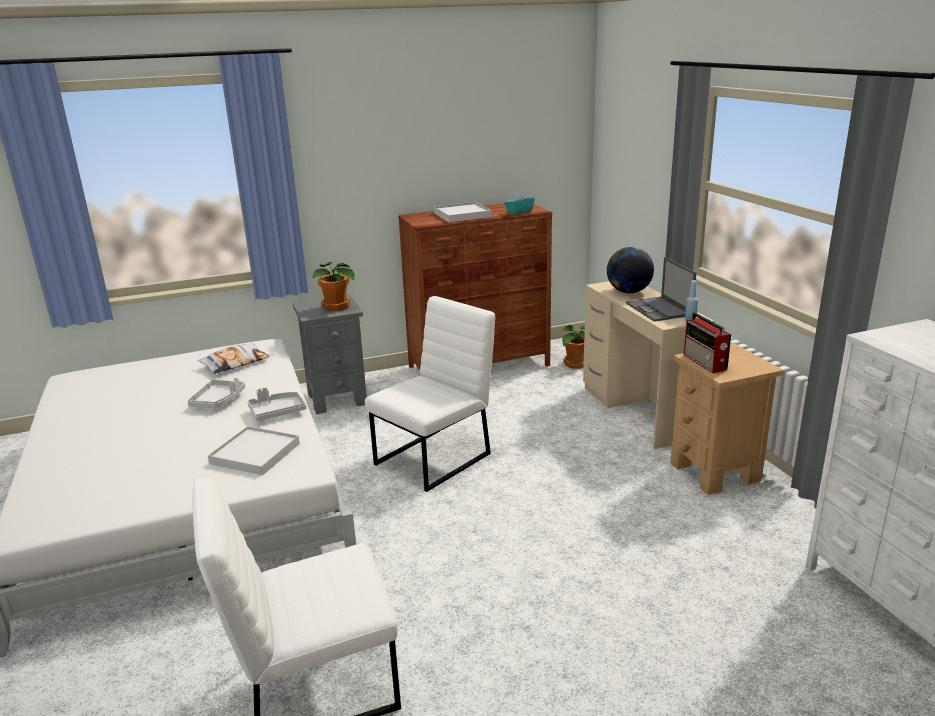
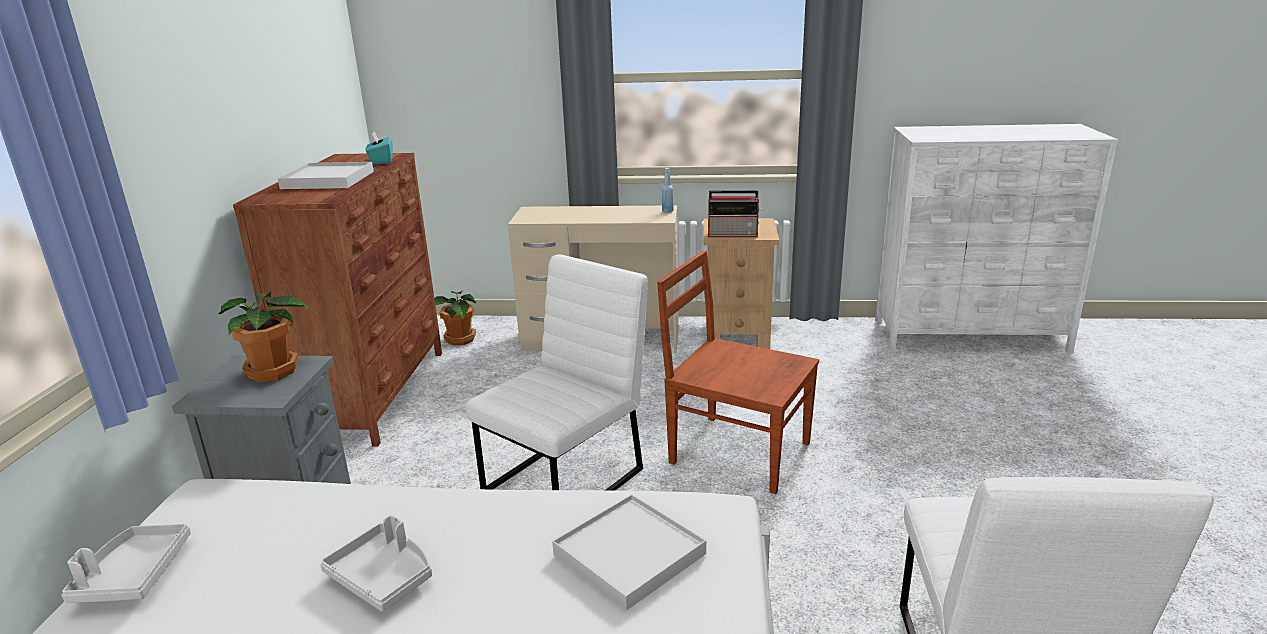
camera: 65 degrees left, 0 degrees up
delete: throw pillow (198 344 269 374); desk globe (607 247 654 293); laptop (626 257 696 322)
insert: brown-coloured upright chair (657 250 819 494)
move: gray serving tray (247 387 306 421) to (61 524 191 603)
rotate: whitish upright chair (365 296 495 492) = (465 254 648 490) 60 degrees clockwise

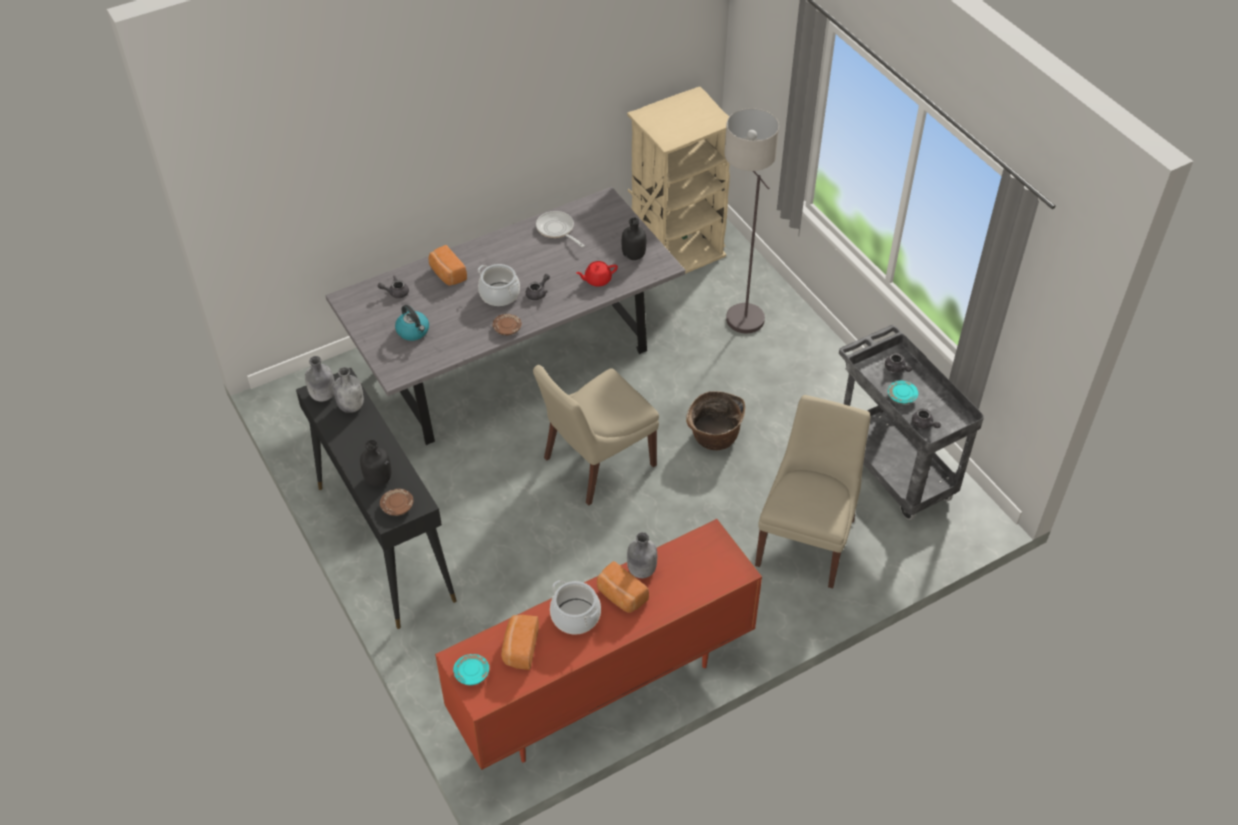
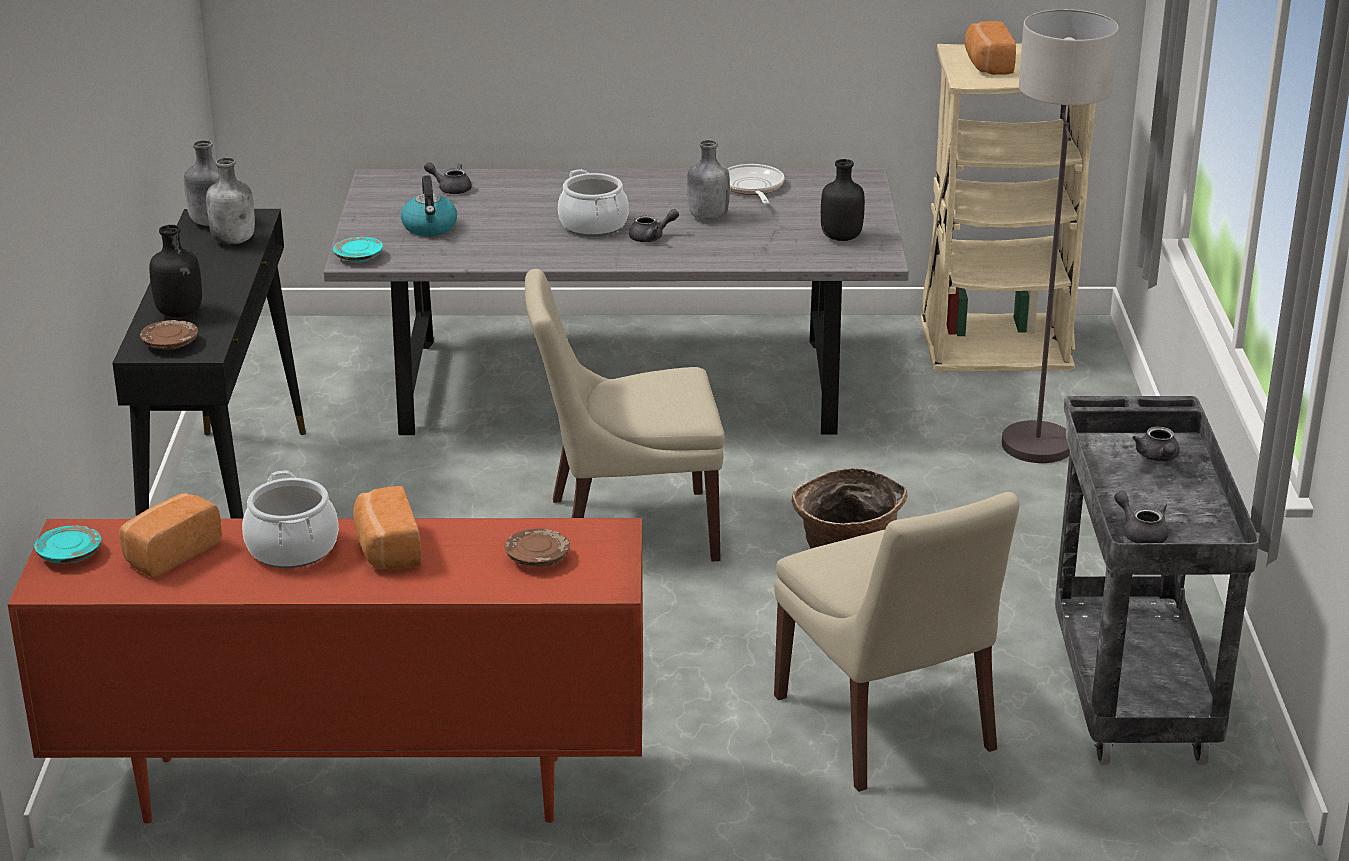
camera: 30 degrees right, 20 degrees down
delete: reddish teapot (576 261 618 287)
move: bread (428 245 467 286) to (965 21 1016 75); brown-coloured flat dish (493 314 522 335) to (504 528 570 567); gray bottle (627 532 657 578) to (687 140 730 220); turquoise flat dish (888 381 918 404) to (333 237 383 262)
rotate: beige-coloured upright chair (755 395 870 588) = (774 492 1020 792) 105 degrees clockwise; gray teapot (912 409 941 429) = (1114 491 1168 543) 150 degrees clockwise

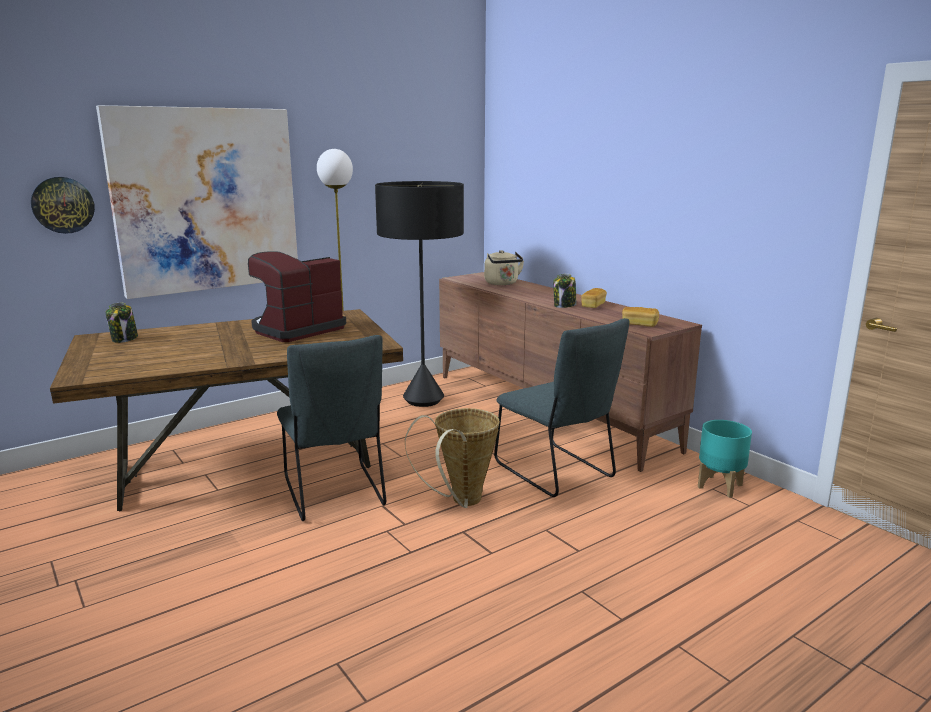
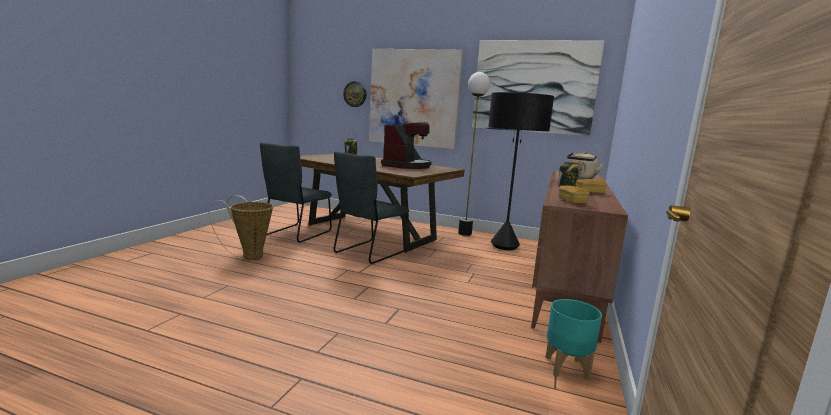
camera: 55 degrees right, 5 degrees down
insert: wall picture (472 40 604 136)
move: household basket (405 408 500 508) to (209 195 273 260); gray upright chair (494 318 629 497) to (260 143 332 243)
rotate: coffee brewer (248 252 346 342) = (381 122 432 169) 105 degrees clockwise

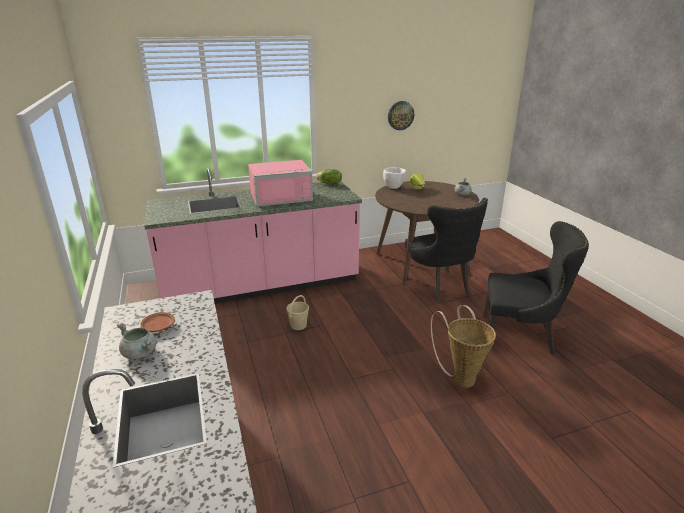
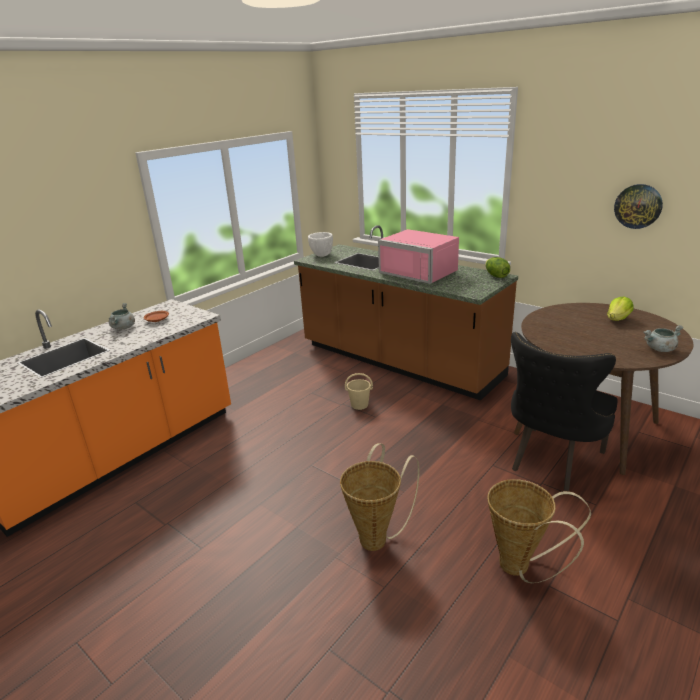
camera: 60 degrees right, 0 degrees up
move: whitish serving bowl (383 167 406 189) to (308 232 333 257)
replace: blackish upright chair (483 221 589 355) to household basket (487 479 591 583)
recolor: pink-coloured kitchen counter (144 168 362 304) to brown-coloured kitchen counter (294 225 518 401)

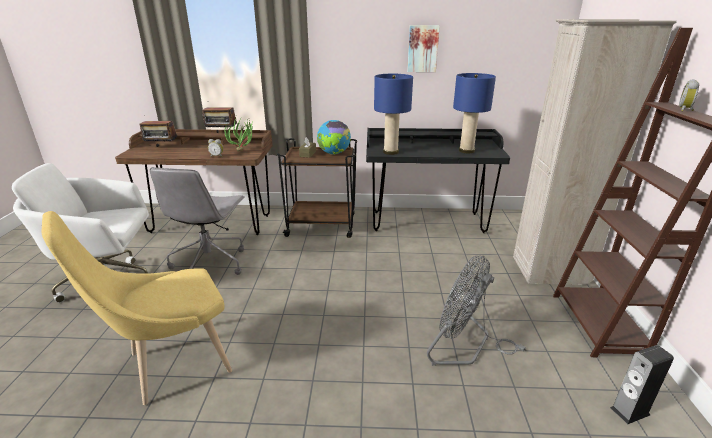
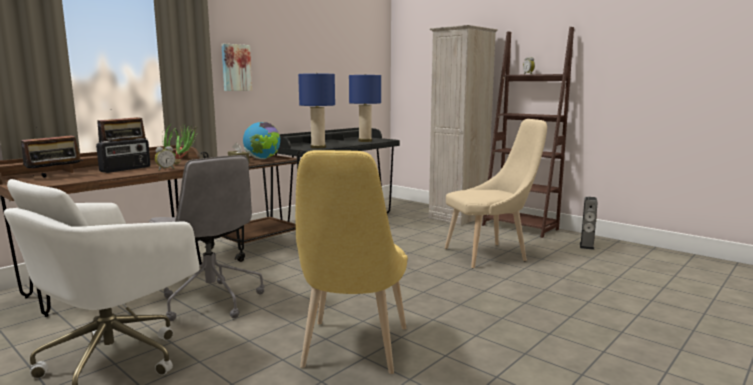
camera: 50 degrees left, 15 degrees down
insert: radio receiver (96 138 150 173)
move: wall picture (407 25 440 72) to (221 44 252 91)
replace: gray fan (427 255 527 366) to beige-coloured upright chair (445 119 547 268)

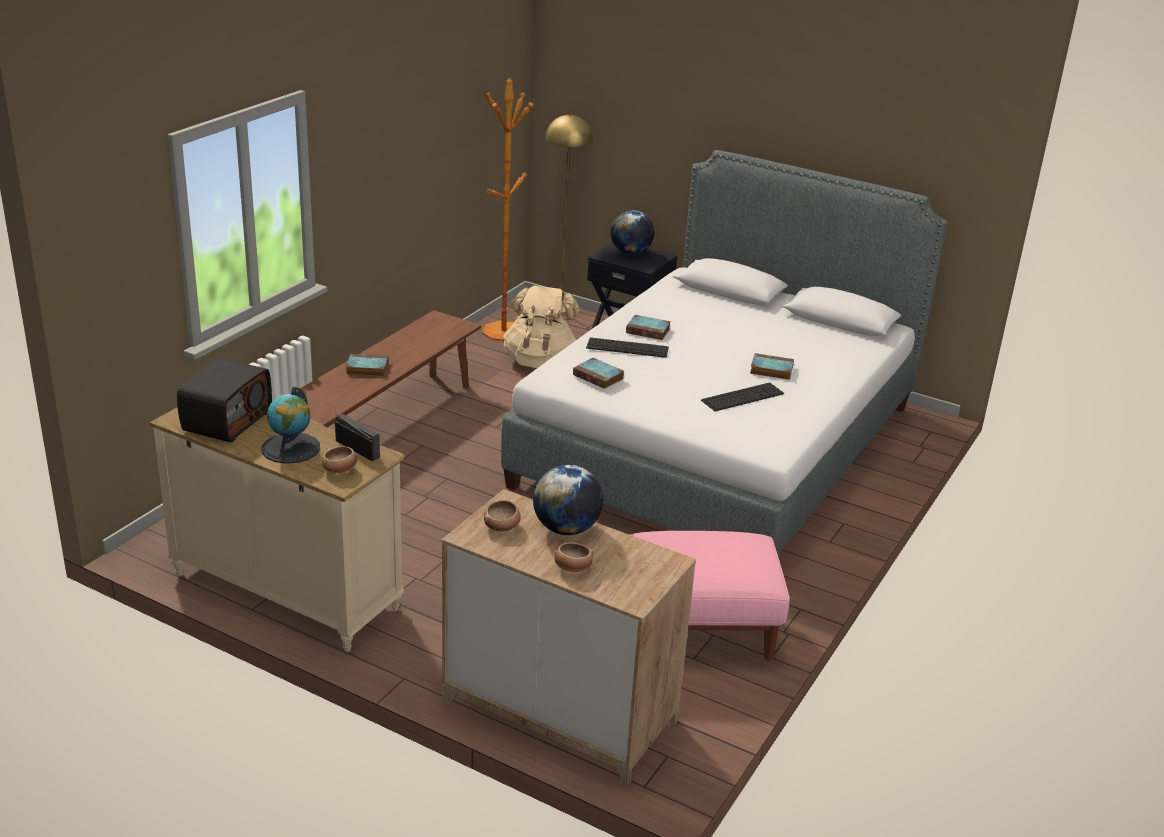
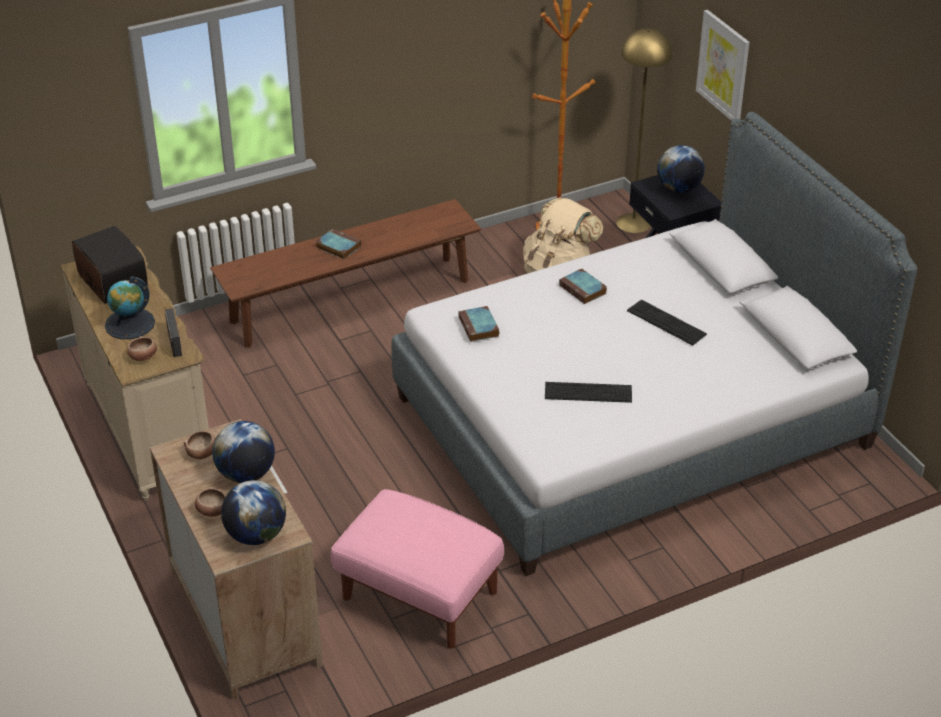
camera: 35 degrees right, 10 degrees up
delete: book (750 353 794 380)
insert: desk globe (221 480 286 545); wall picture (696 10 750 121)
move: PC keyboard (586 337 669 358) to (627 300 707 345)
rotate: radio receiver (177 358 272 442) = (72 226 148 304) 90 degrees counterclockwise

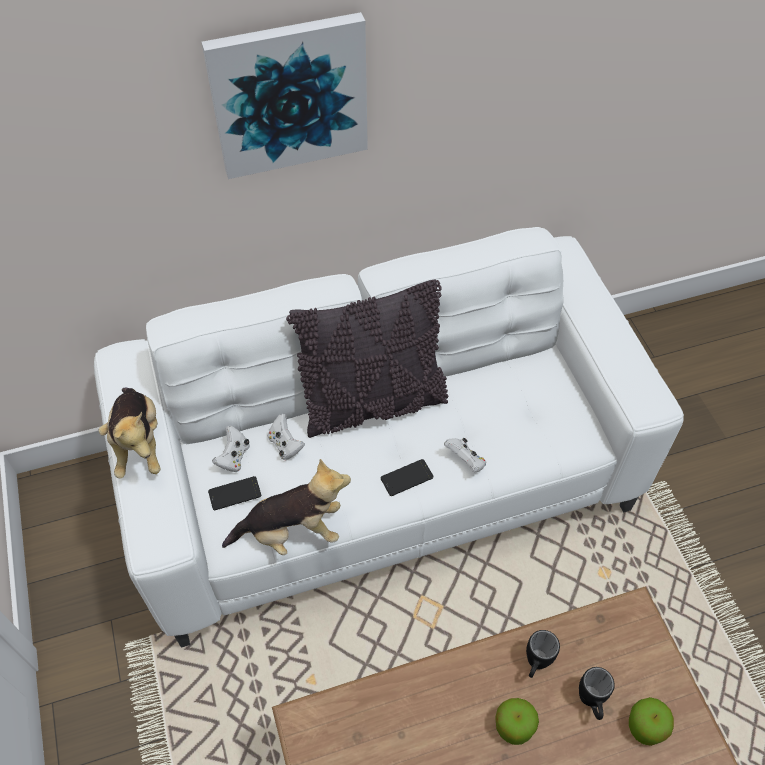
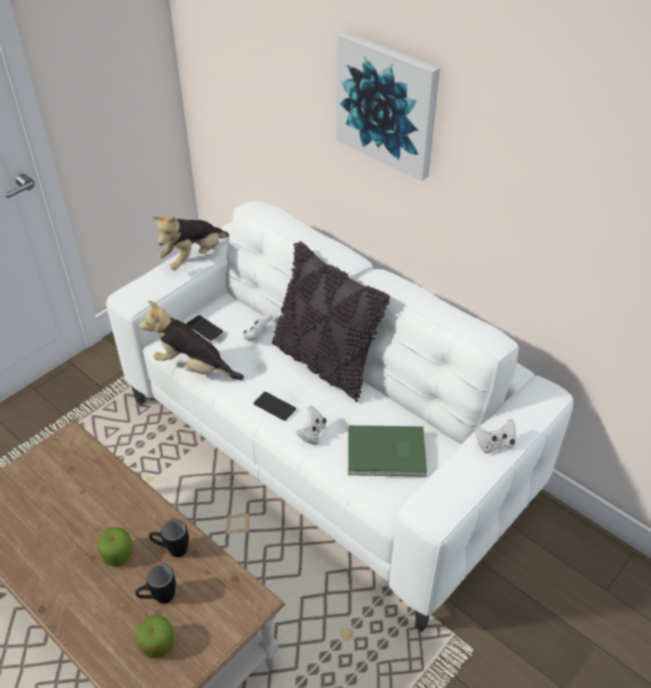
camera: 60 degrees right, 10 degrees down
insert: green-coloured book (348 425 427 476)
move: whitish gamepad (212 426 250 472) to (475 419 516 454)
rotate: soft toy (222 459 351 555) = (139 301 244 380) 150 degrees clockwise

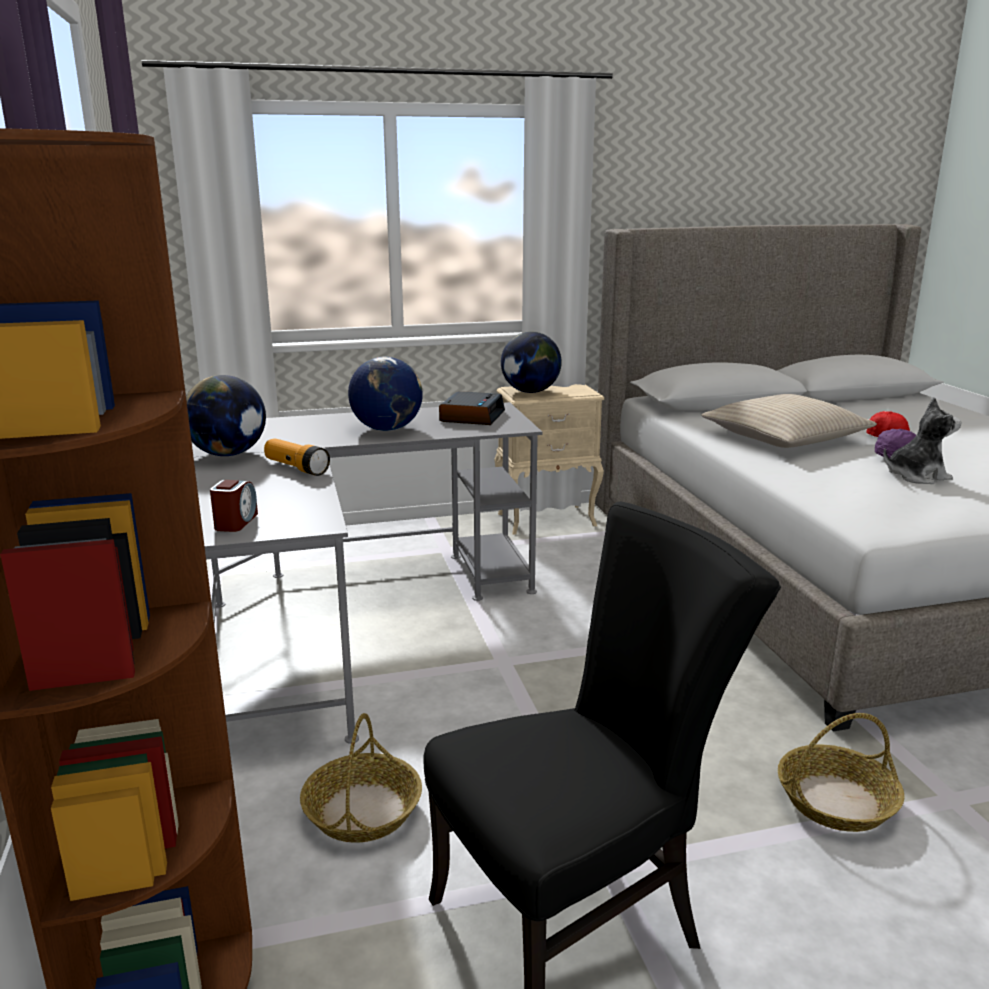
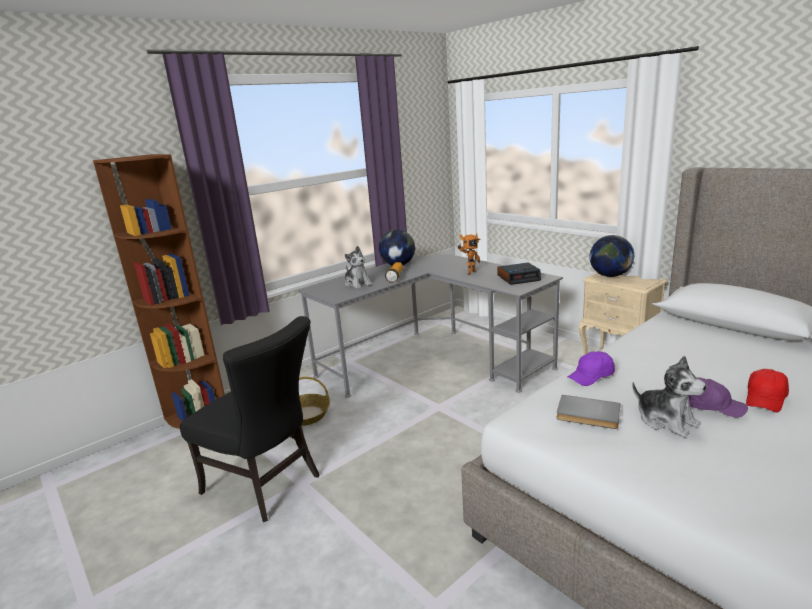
camera: 65 degrees right, 0 degrees up
delete: bedside clock (210 480 258 532); beige-coloured throw pillow (701 394 877 448); household basket (778 713 904 832)
insert: soft toy (345 246 372 289); gray book (556 395 621 429); purple baseball cap (567 351 615 386)
replace: desk globe (348 357 423 431) to robot figure (458 233 481 275)

